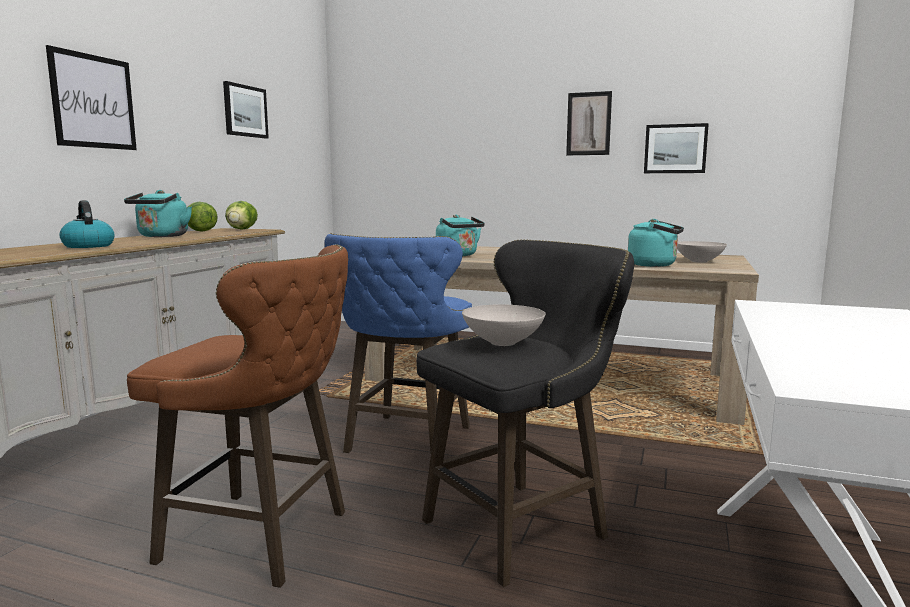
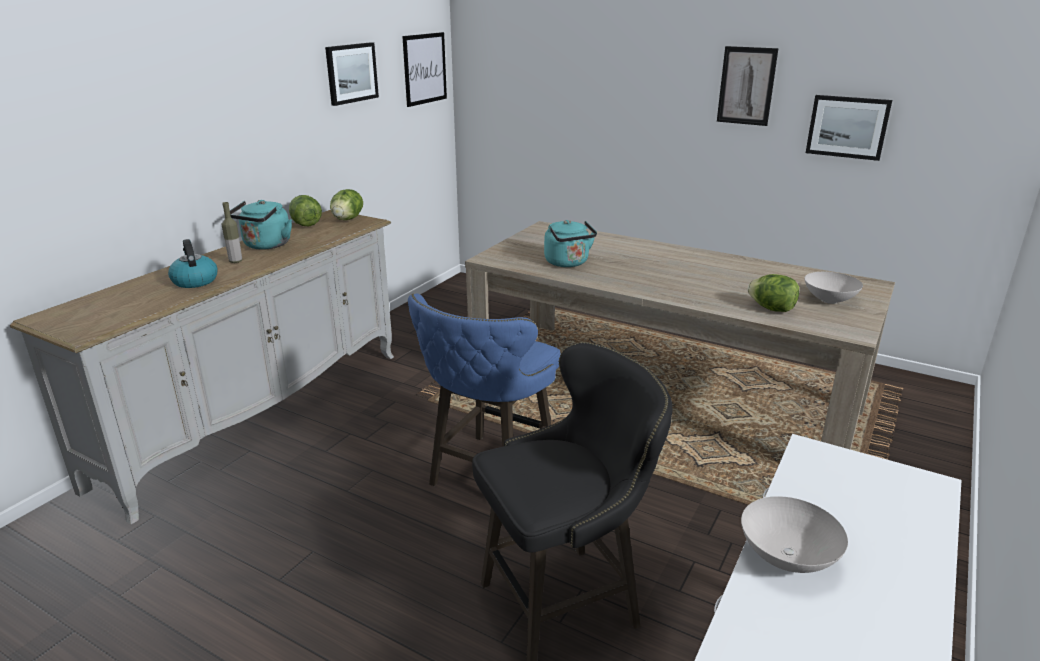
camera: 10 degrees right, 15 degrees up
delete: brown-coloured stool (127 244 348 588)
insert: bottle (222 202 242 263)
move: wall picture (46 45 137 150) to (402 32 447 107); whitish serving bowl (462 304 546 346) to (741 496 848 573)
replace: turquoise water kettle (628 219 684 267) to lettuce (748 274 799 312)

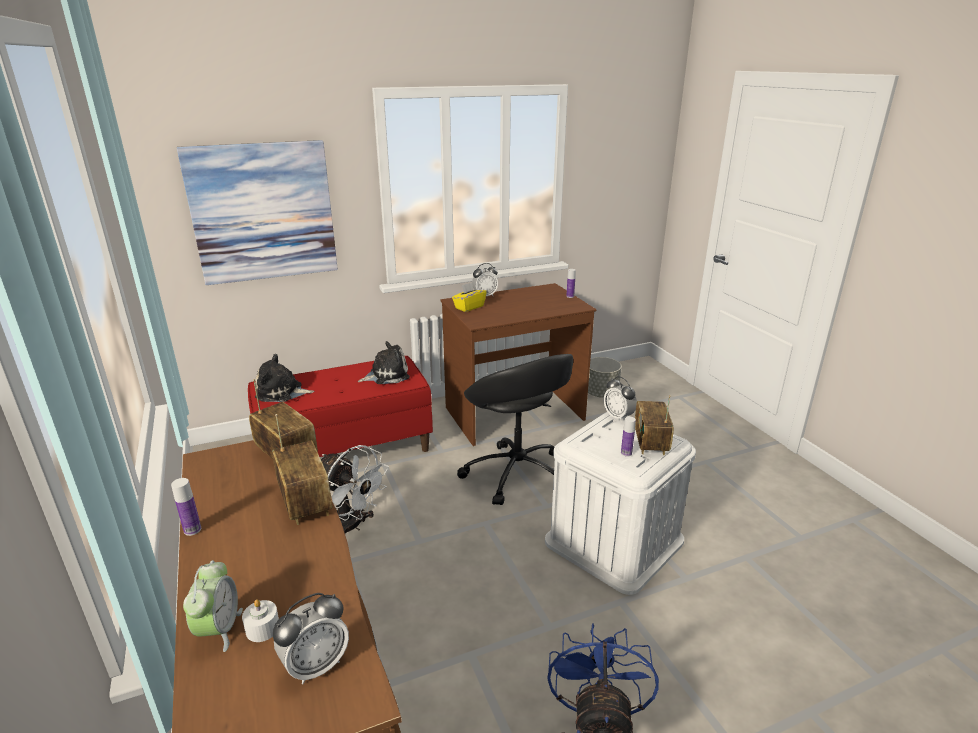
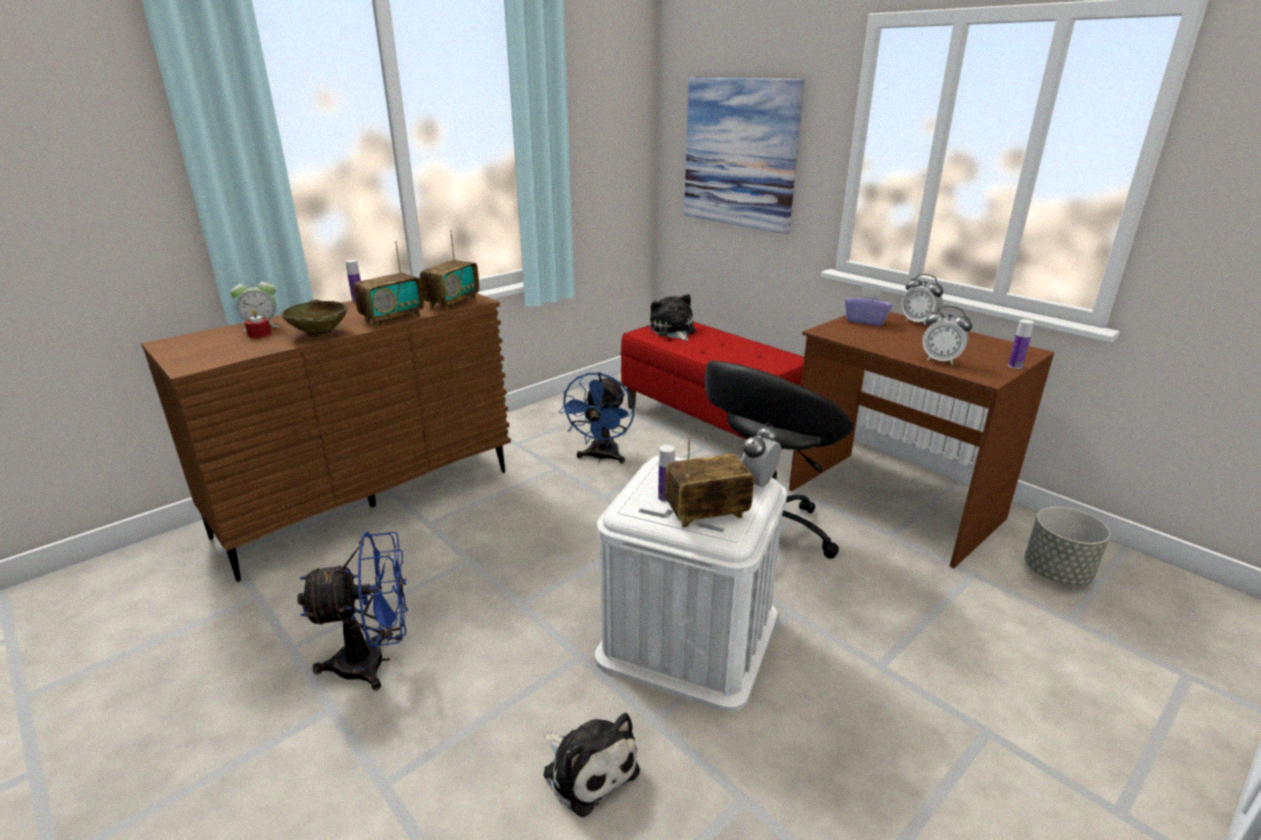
camera: 70 degrees right, 0 degrees up
insert: beige-coloured serving bowl (281 300 348 337)
move: bedside clock (273 593 349 684) to (922 306 972 365); soft toy (358 341 410 384) to (544 713 640 817)
recolor: whitish candle (242 599 279 642) to reddish candle (245 310 271 338); whitish fan (321 445 389 533) to blue-coloured fan (559 372 634 464); yellowish box of tissues (452 283 487 312) to purple box of tissues (845 286 892 326)

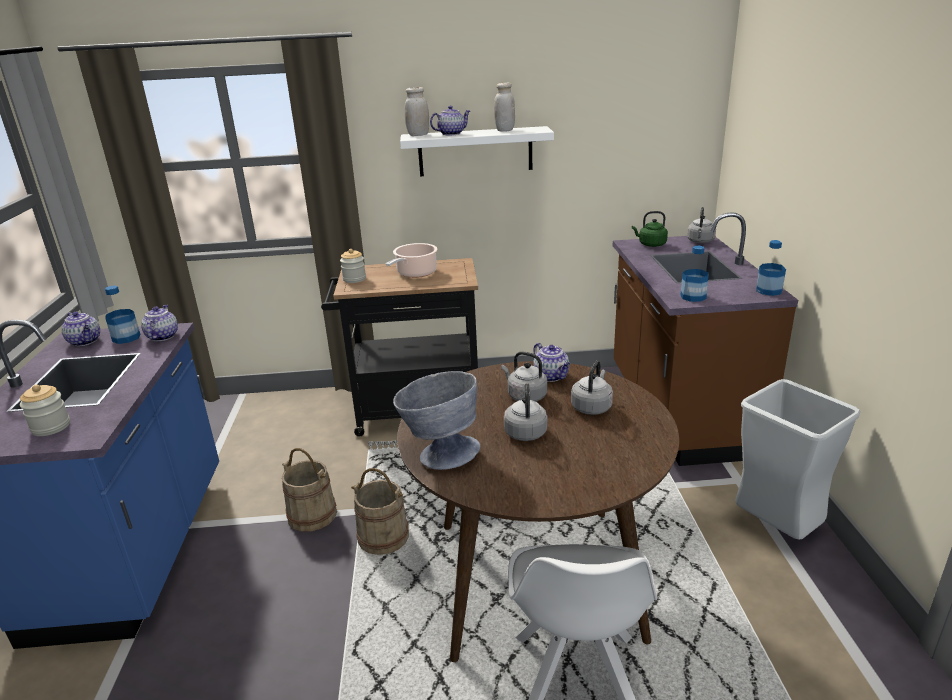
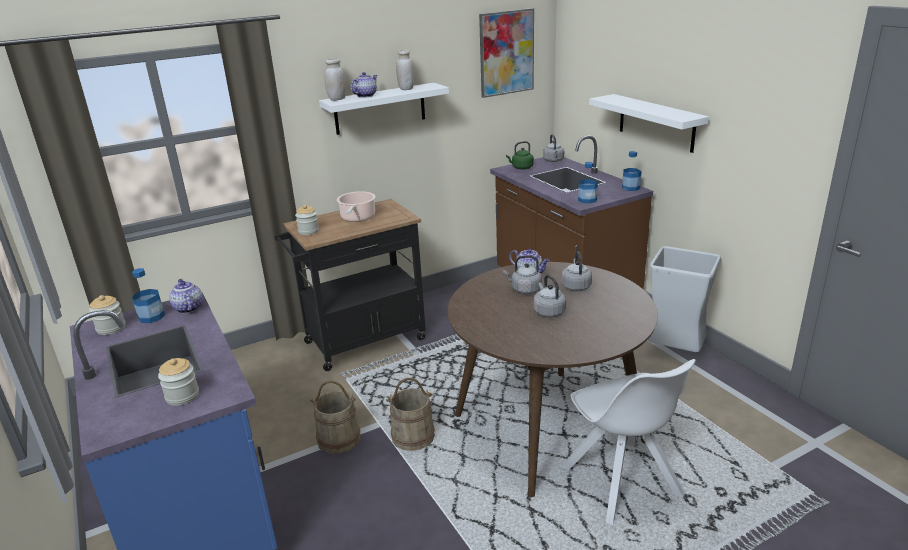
camera: 25 degrees left, 0 degrees up
delete: gray serving bowl (393 371 480 470)
insert: wall picture (479 8 534 98); whitish shelf (589 94 709 153)
replace: teapot (61 312 100 346) to jar (89 295 126 335)

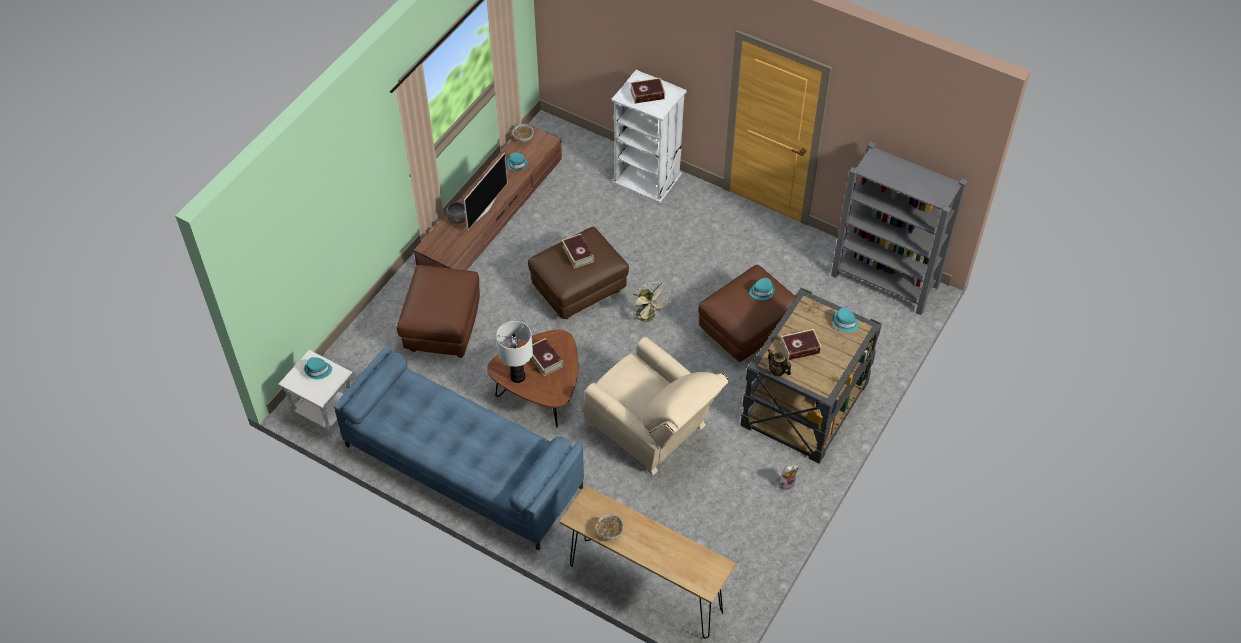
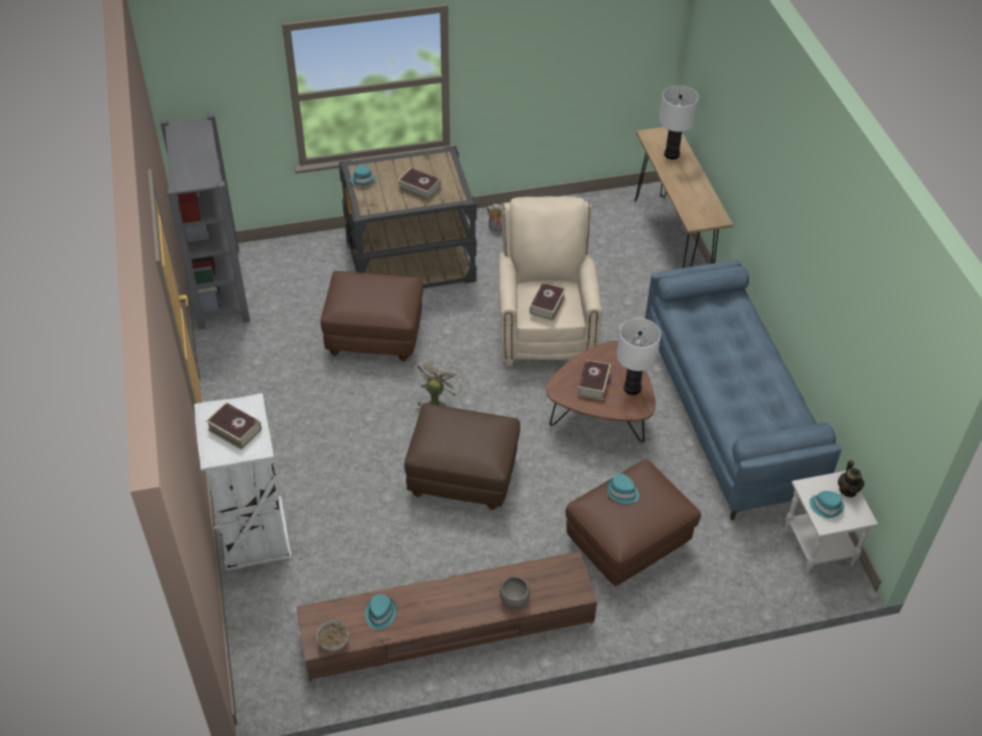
camera: 135 degrees left, 5 degrees down
delete: TV set (464 153 508 230); serving bowl (597 515 623 540)
insert: whitish tabletop lamp (659 85 699 160)
move: book (562 234 594 269) to (529 282 566 321); turquoise wearable hat (749 278 775 300) to (607 473 639 504); teapot (767 349 791 377) to (838 461 864 497)

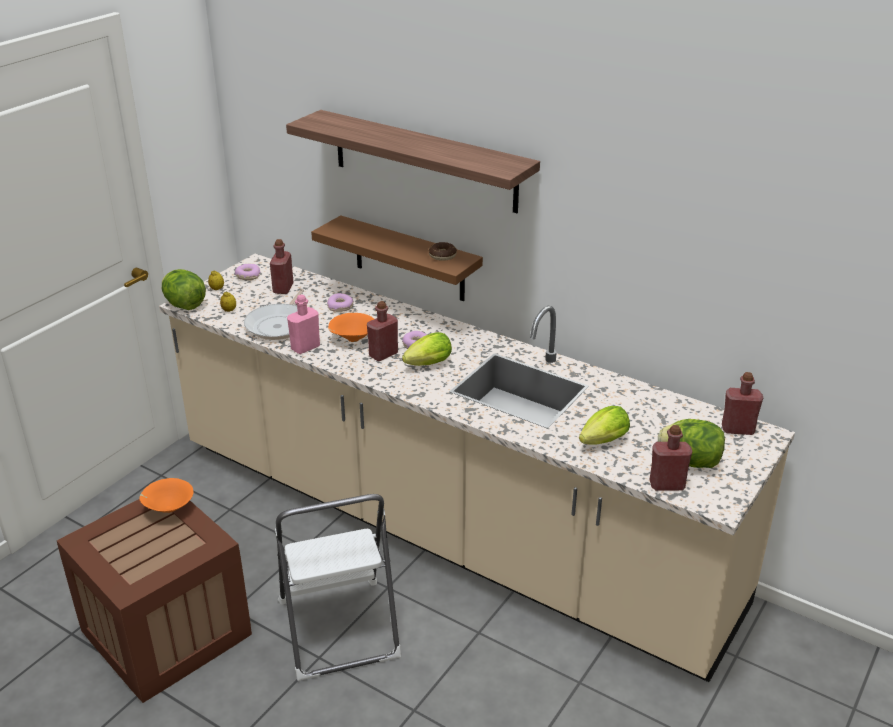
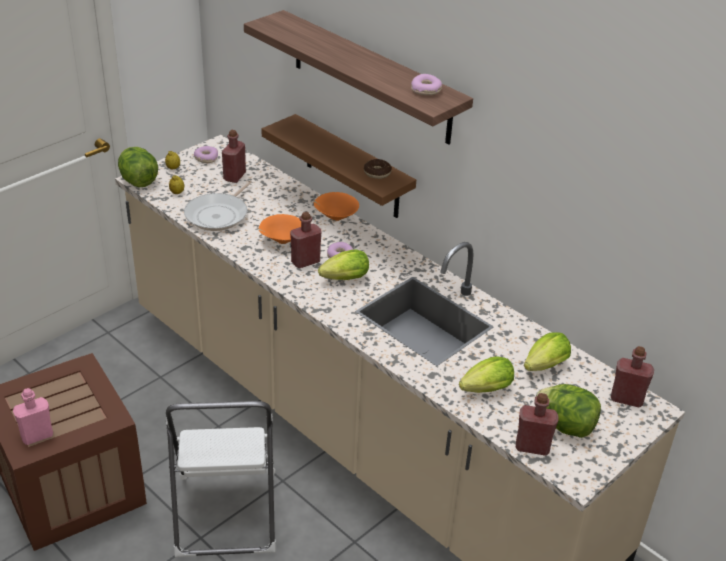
camera: 10 degrees right, 5 degrees up
insert: lettuce (524 332 571 371)
move: orange-coloured serving bowl (140 478 194 513) to (314 192 359 221); pink-coloured bottle (287 294 320 354) to (13 388 53 445); donut (327 293 354 312) to (411 74 442 95)

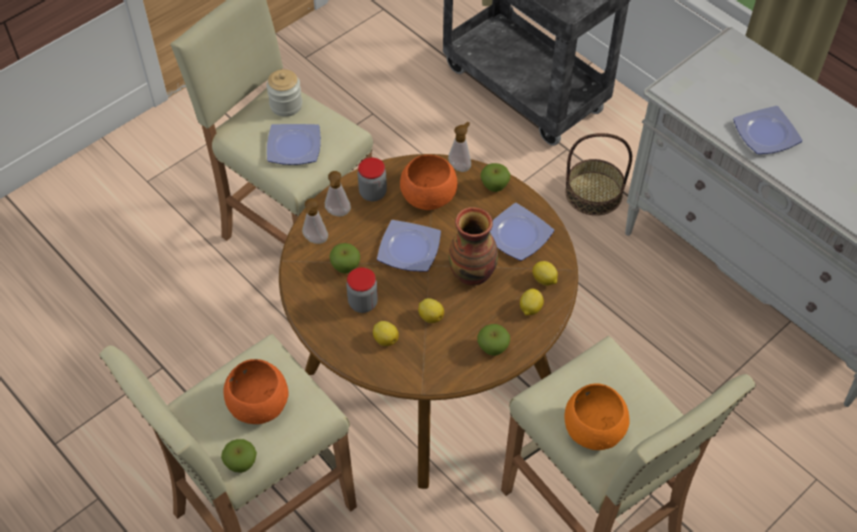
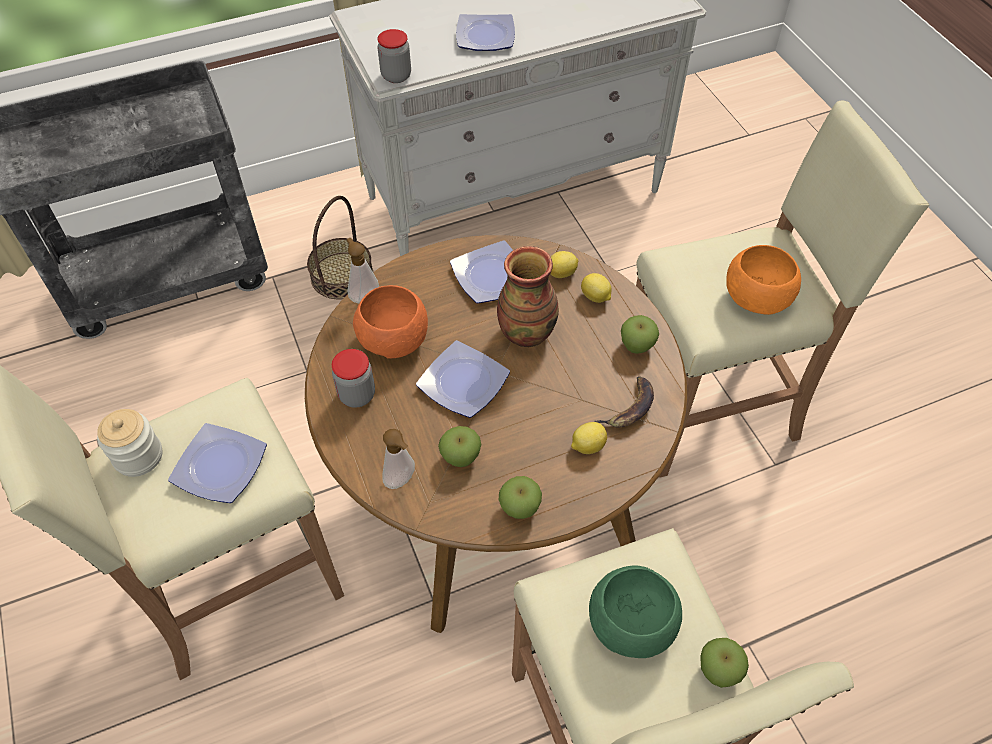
camera: 70 degrees left, 0 degrees up
delete: liquid soap bottle (325 171 351 216); whole lemon (418 298 444 323)
insert: banana fruit (594 376 654 427)
move: jar (346 267 378 313) to (377 29 411 83); apple (480 163 510 192) to (499 476 542 519)
recolor: orange-coloured serving bowl (223 359 288 424) to green-coloured serving bowl (589 566 682 658)

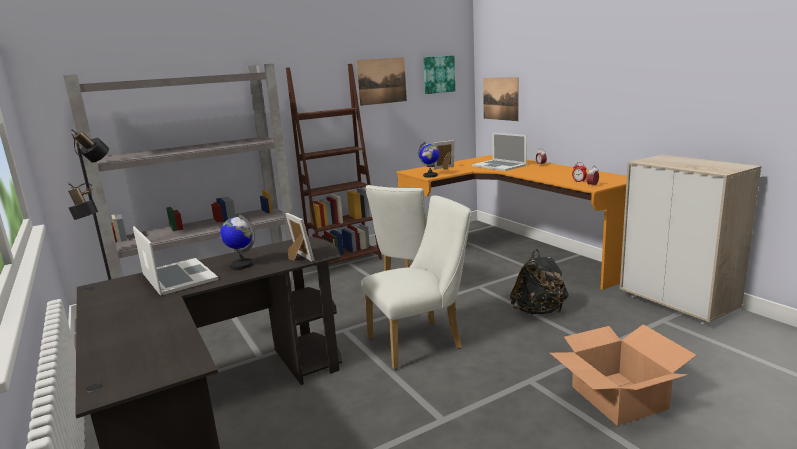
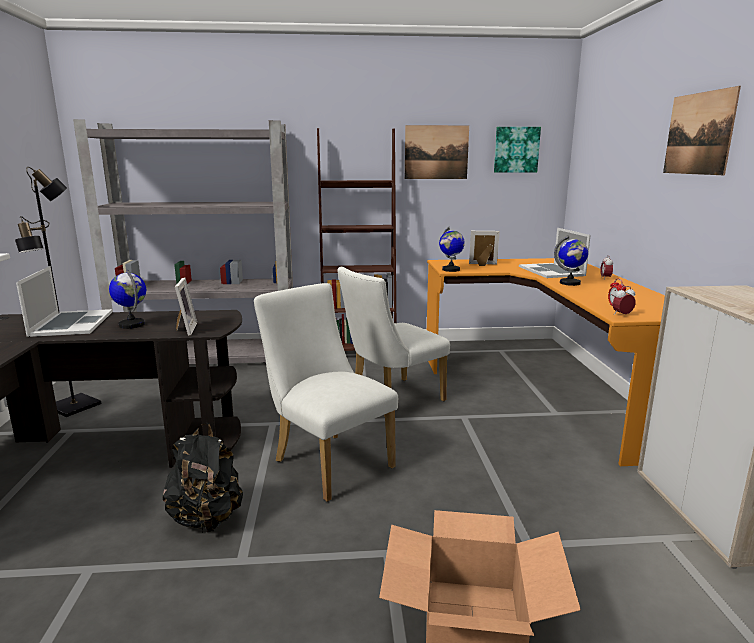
camera: 25 degrees right, 0 degrees up
insert: desk globe (554 235 588 286)
move: wall picture (483 77 519 121) to (663 86 741 175); blackish knapsack (510 249 569 315) to (162 423 243 532)
rotate: whitish upright chair (361 196 471 370) = (254 283 398 502) 135 degrees counterclockwise

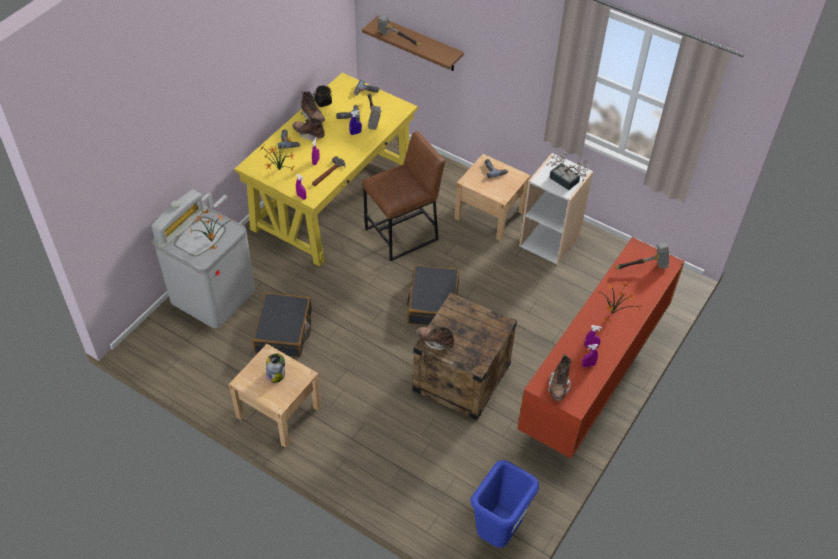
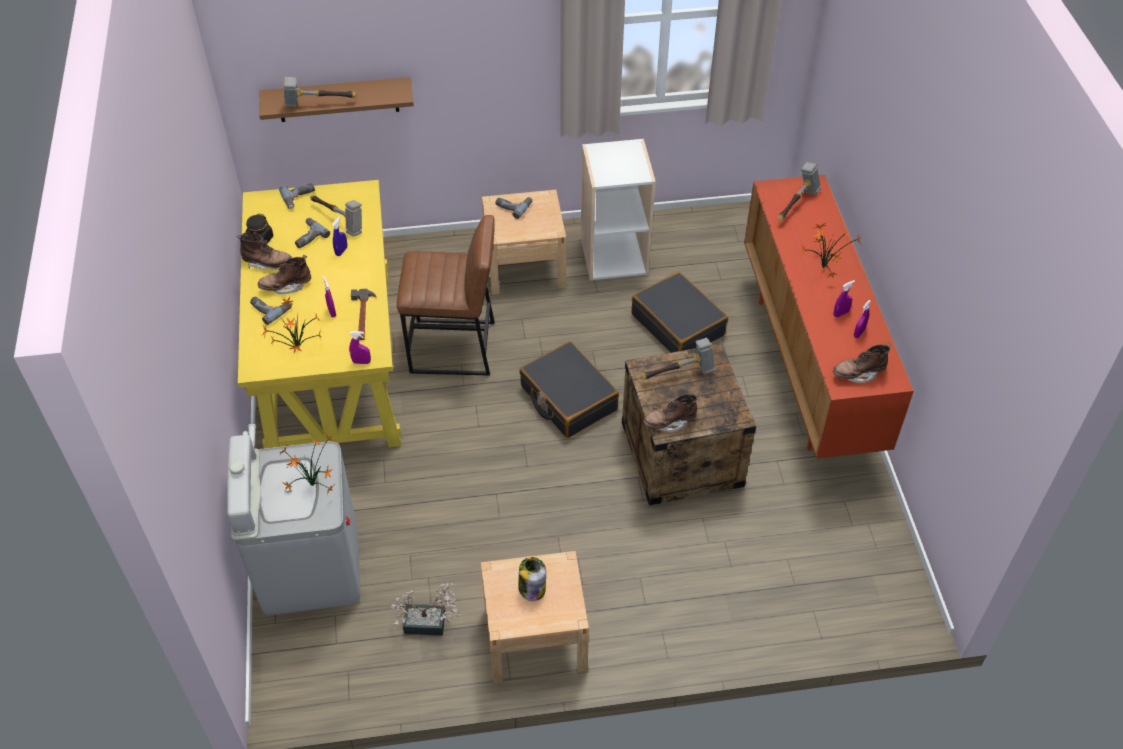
camera: 40 degrees left, 0 degrees up
delete: blue-coloured waste bin (471 460 539 548)
insert: tool hammer (641 338 716 379)
move: blackish suitcase (253 293 312 357) to (631 271 728 353); houseplant (546 152 592 190) to (391 583 460 636)
rotate: brown-coloured upright chair (362 131 445 261) = (397 215 495 375) 75 degrees clockwise; brown-coloured high-top boot (548 354 571 401) = (833 343 892 383) 105 degrees clockwise

